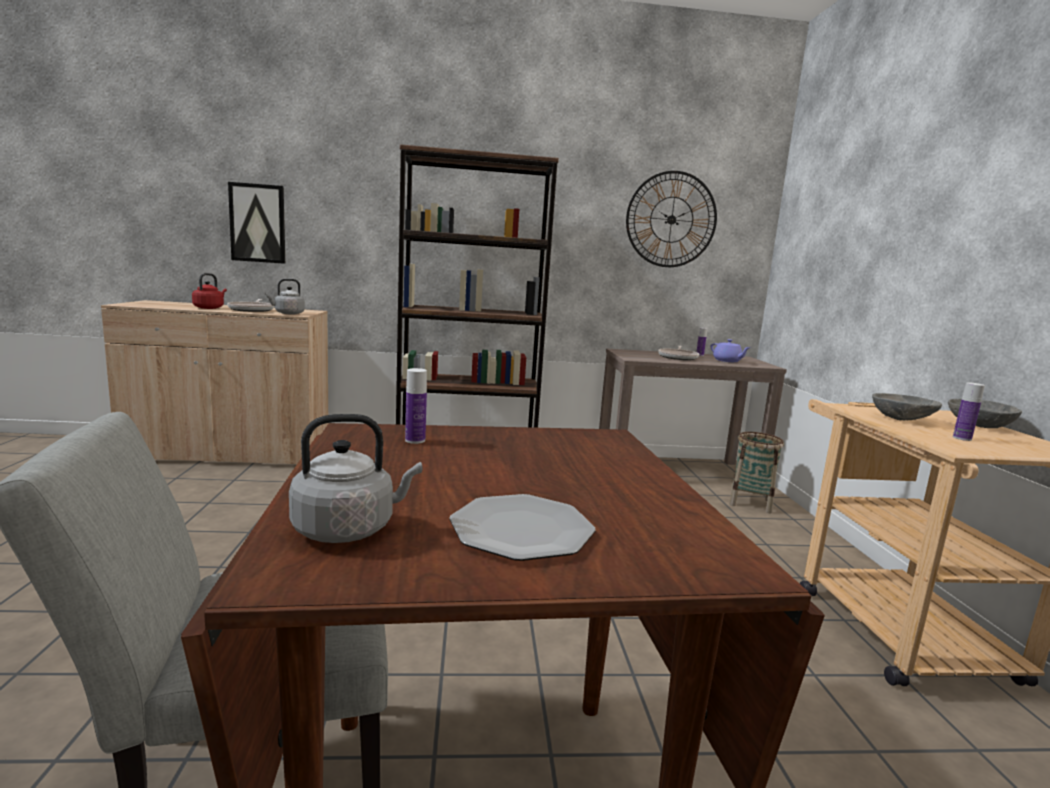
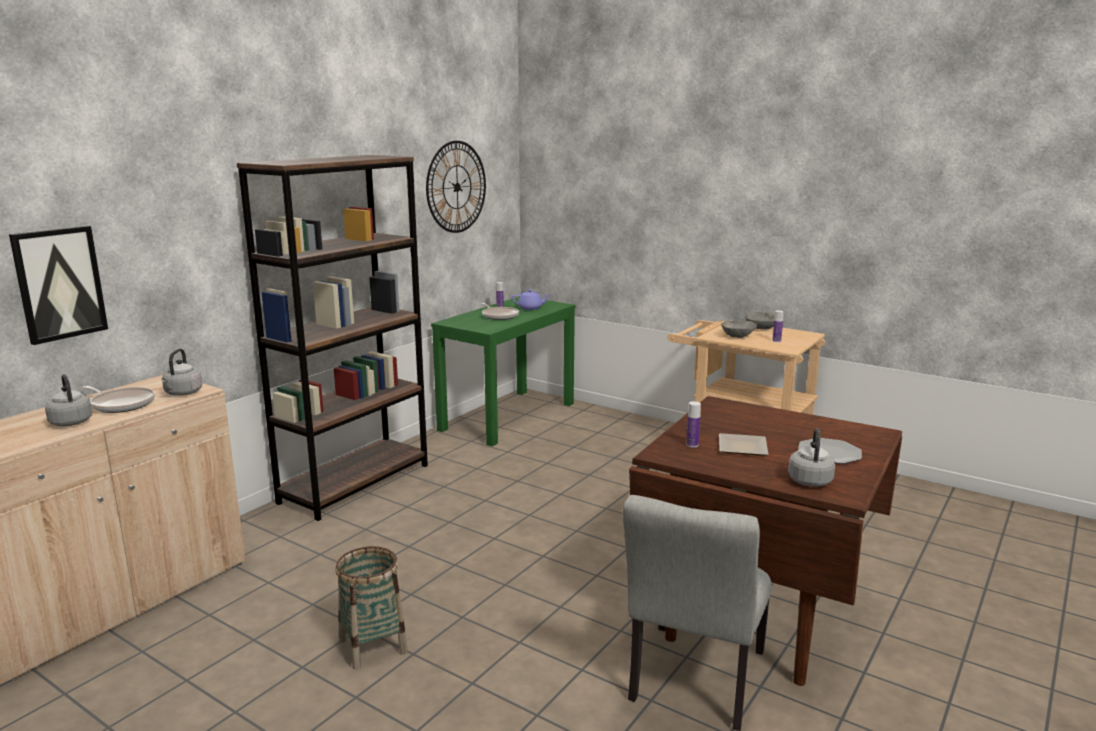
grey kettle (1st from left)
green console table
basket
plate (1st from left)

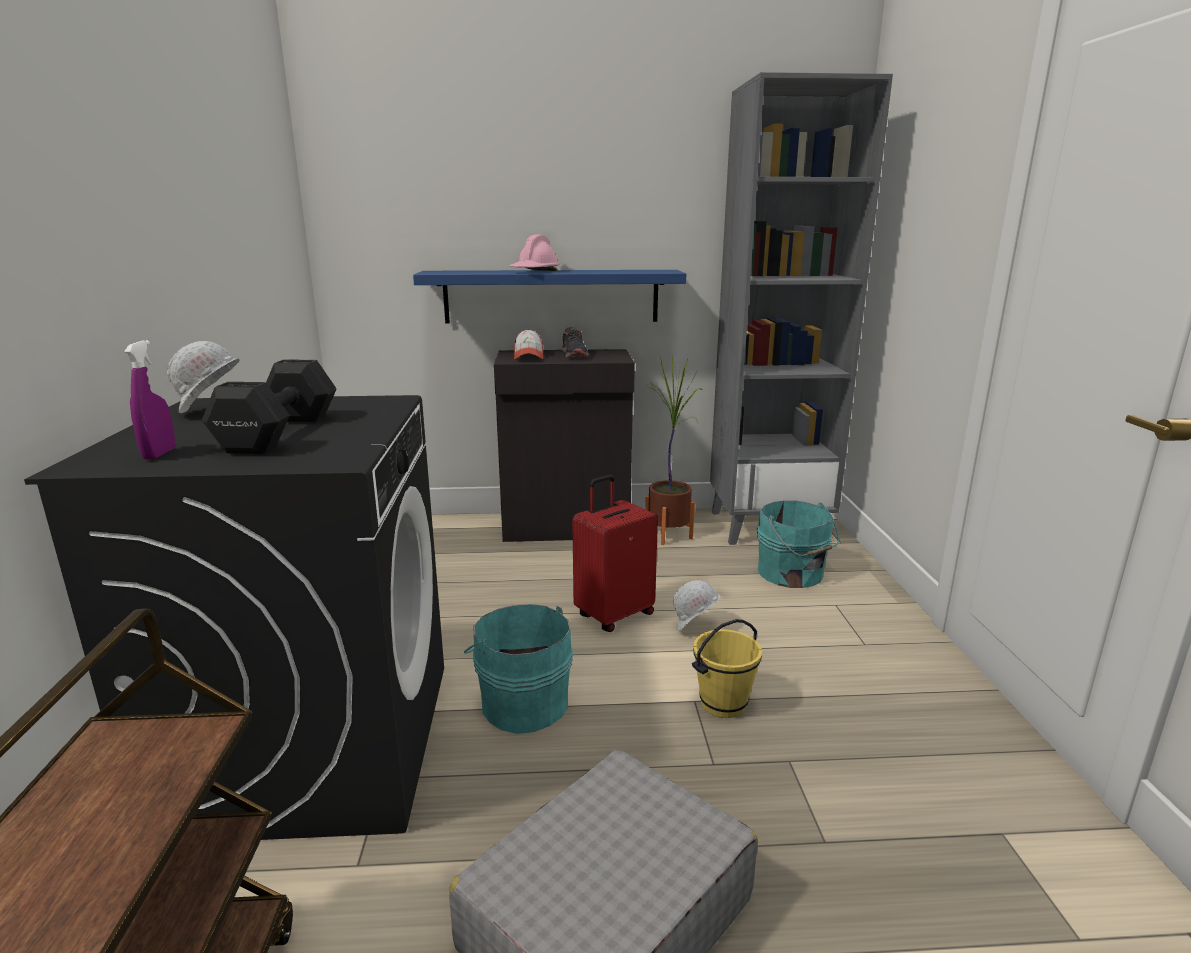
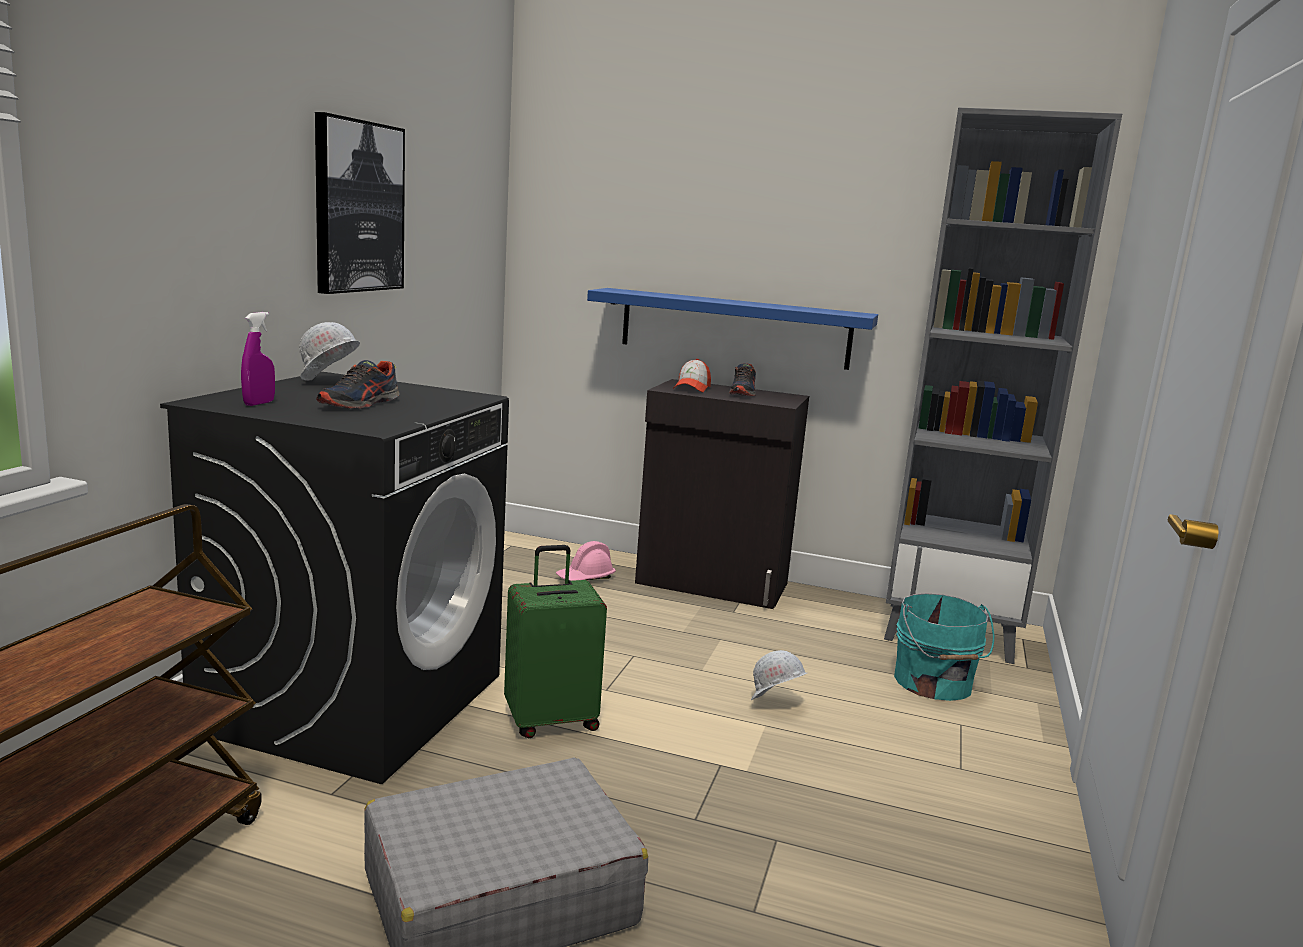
pink hard hat
potted plant
shoe (1st from left)
red suitcase
green suitcase
yellow bucket
picture

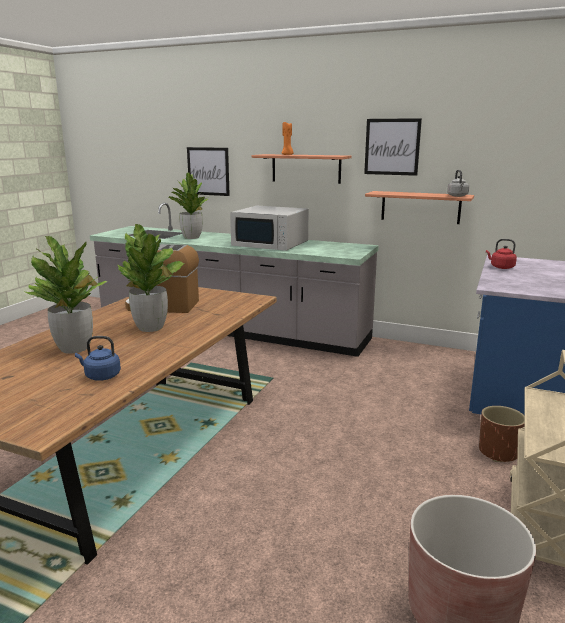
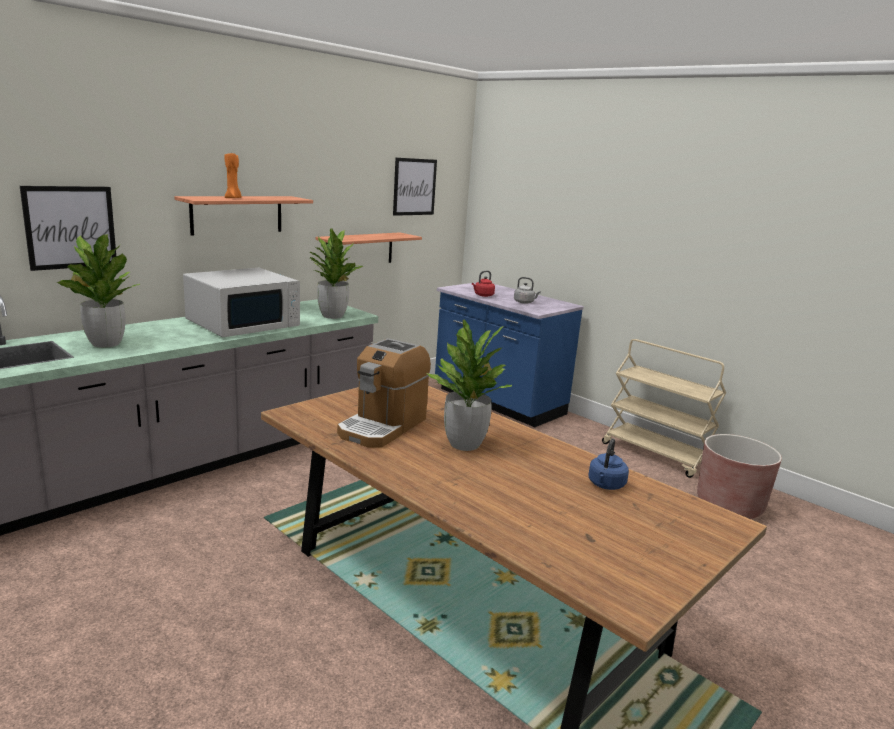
picture (2nd from left)
grey kettle
potted plant (2nd from left)
brown planter (2nd from left in the first image)

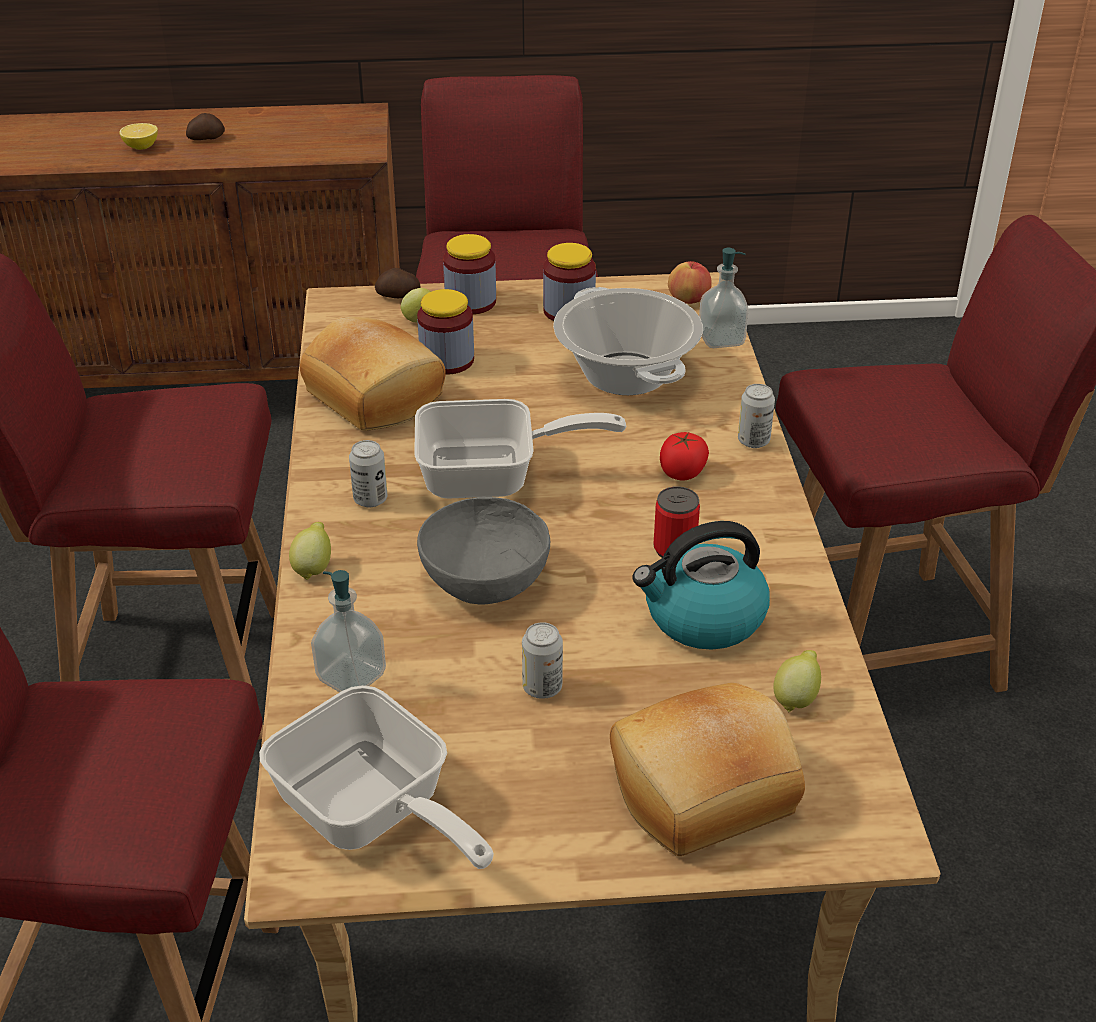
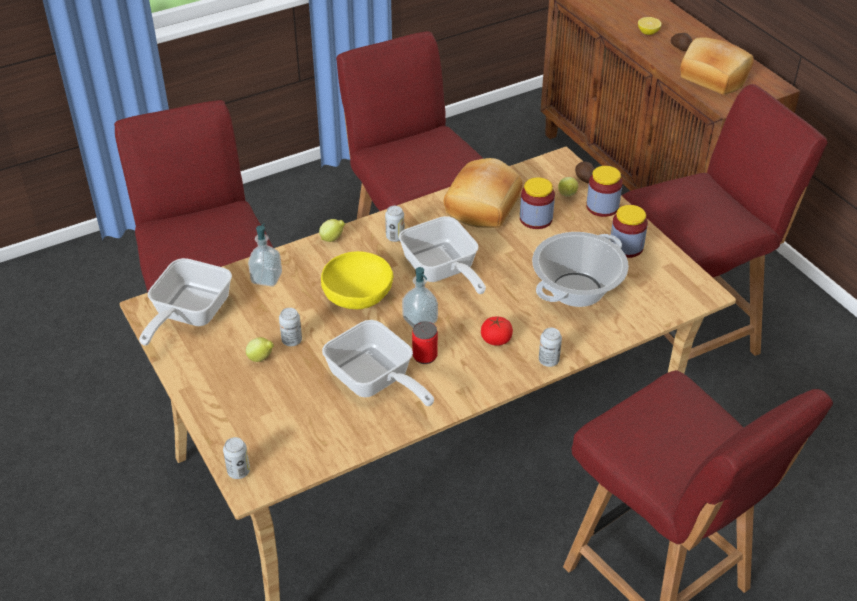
soap dispenser (2nd from left)
apple
yellow bowl
frying pan (2nd from left)
lemon (1st from left)
bread (2nd from left)
can (1st from left)

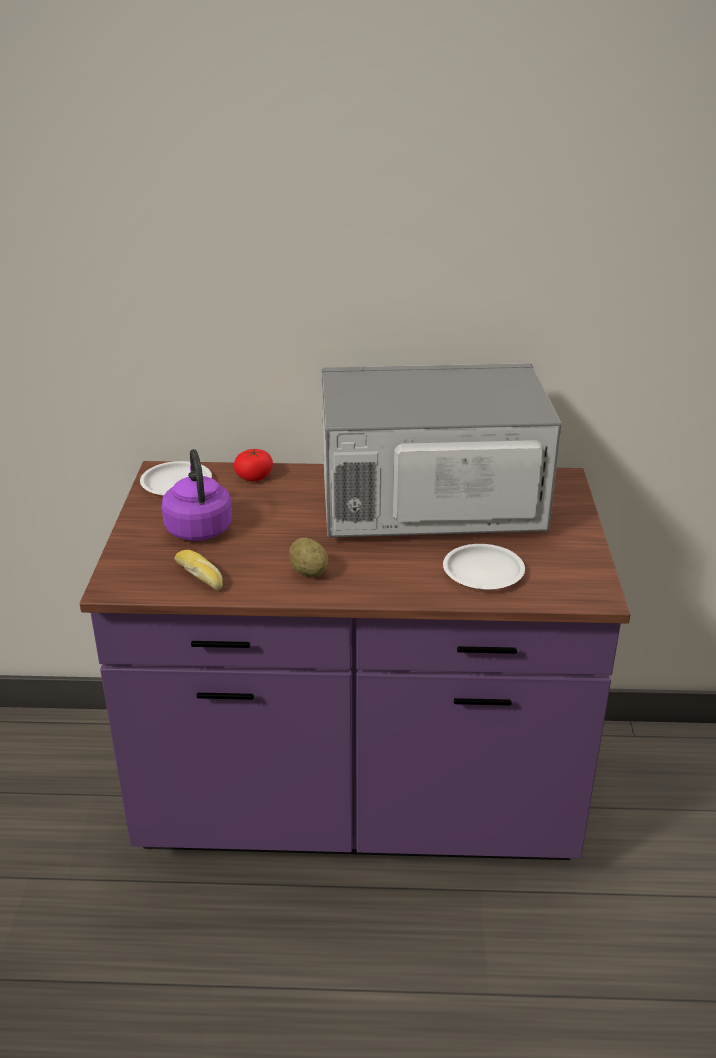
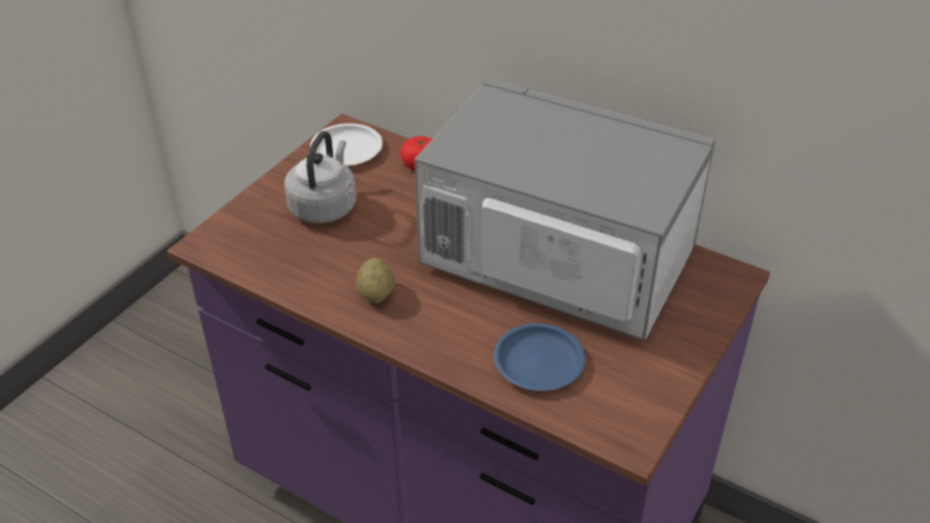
grey kettle
blue plate
bread

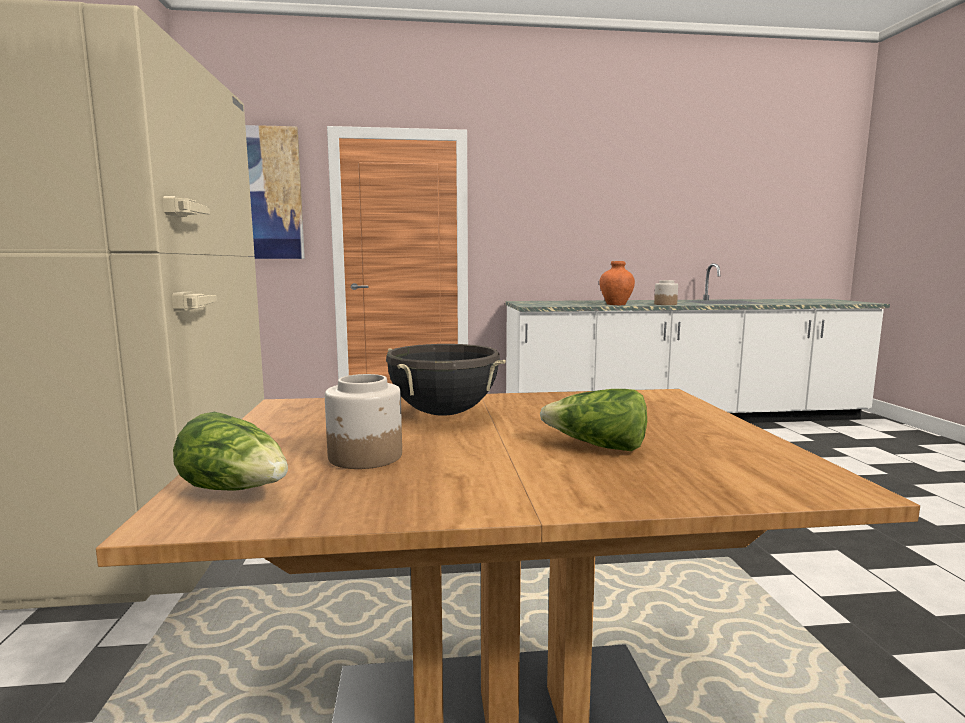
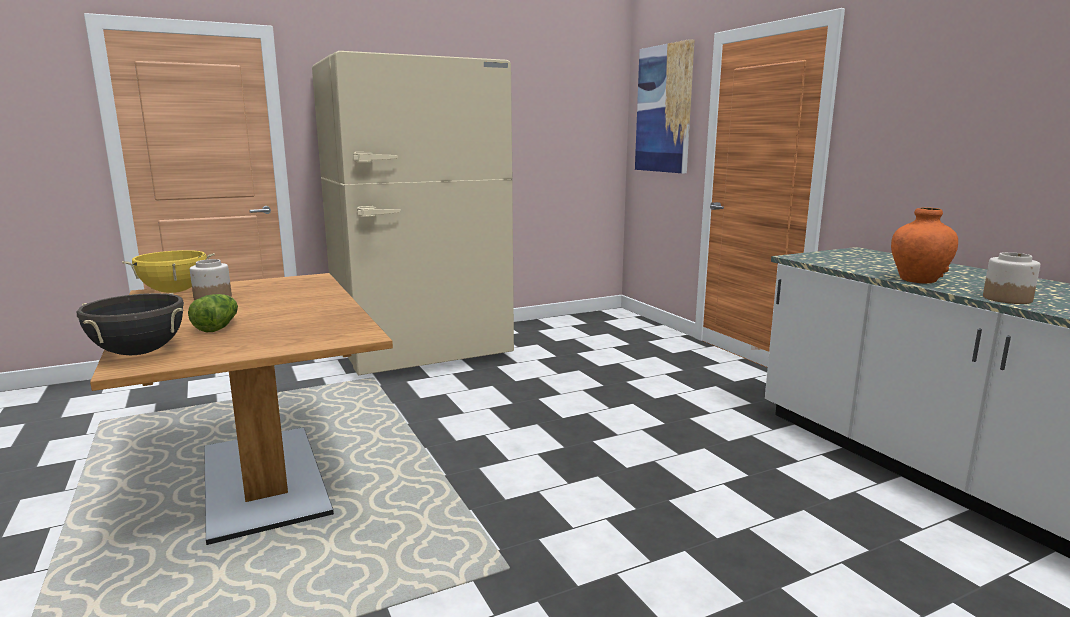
black cooking pot
yellow cooking pot

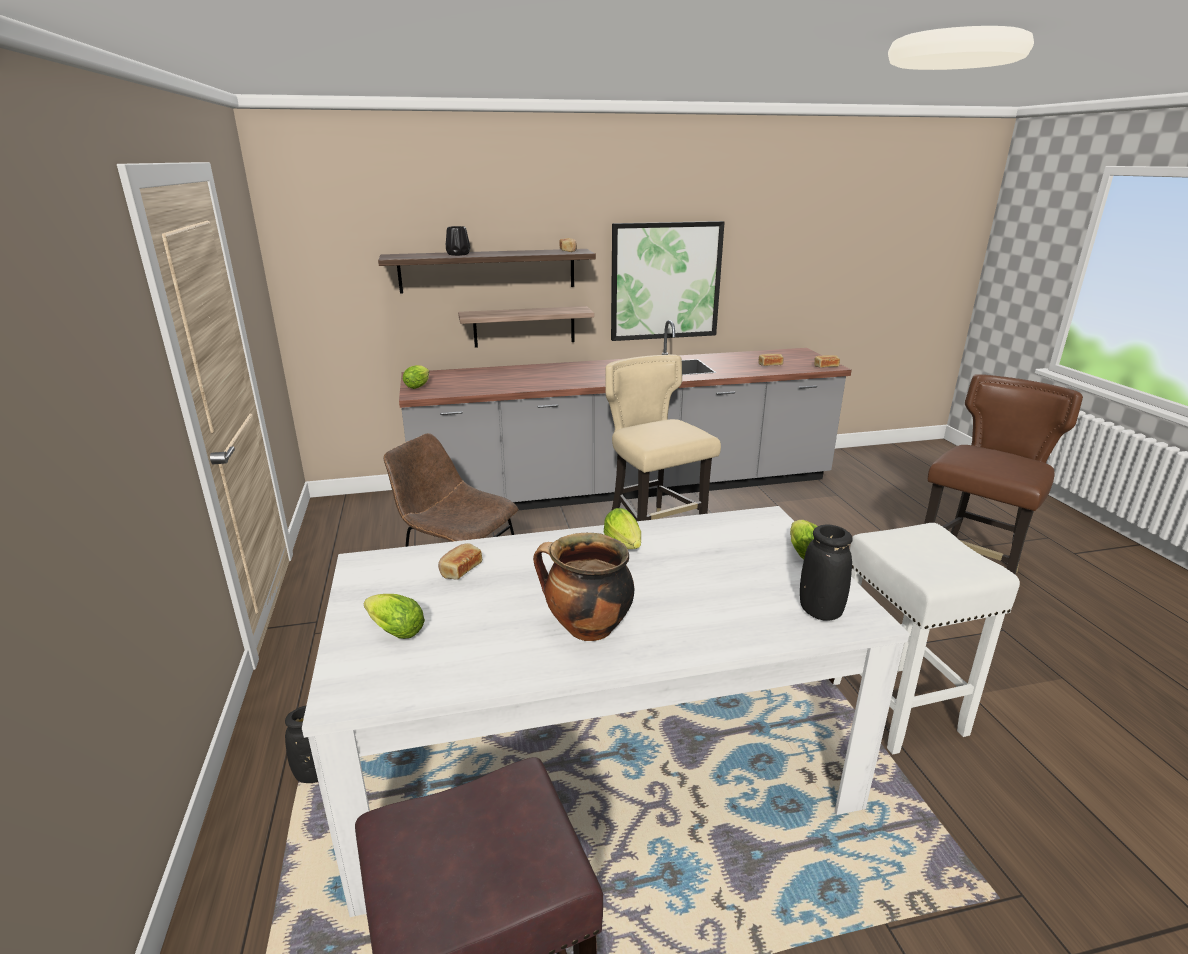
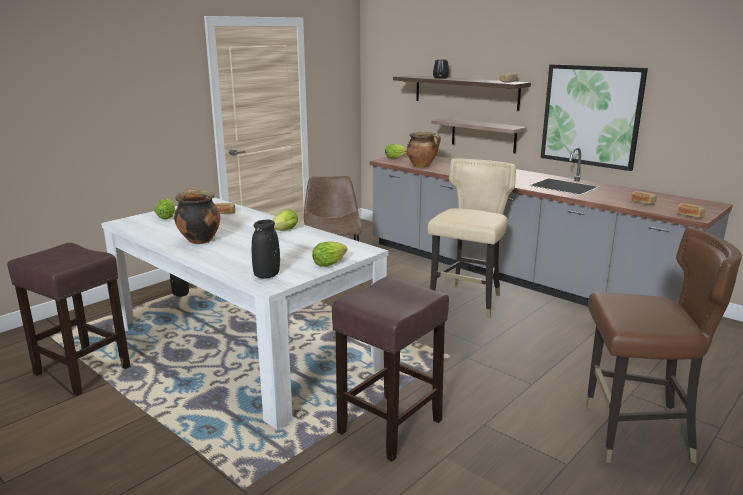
brown stool (2nd from left)
cooking pot (2nd from left)

